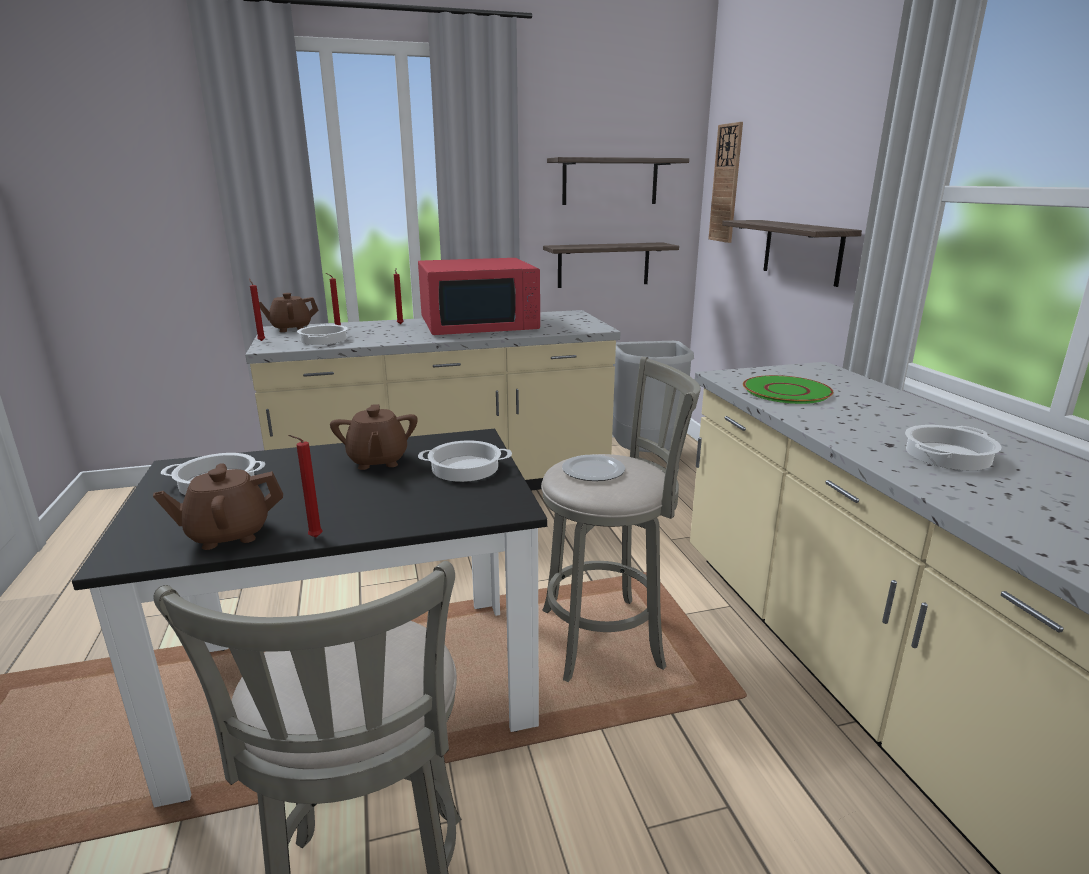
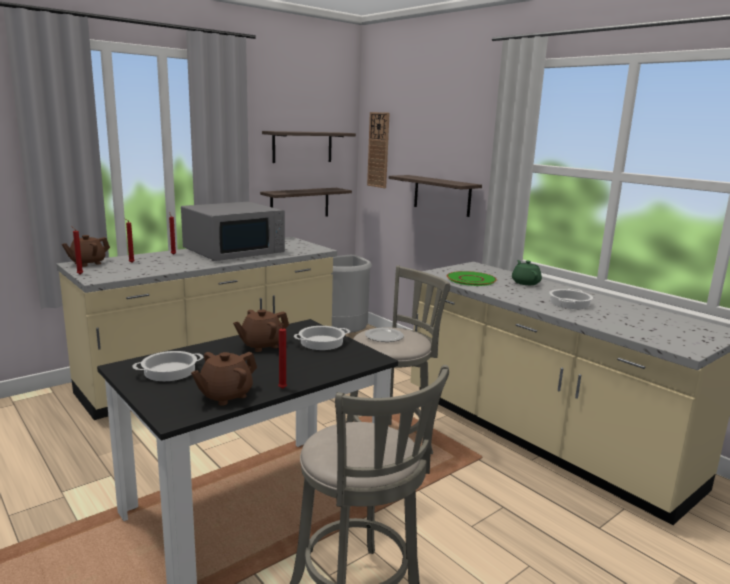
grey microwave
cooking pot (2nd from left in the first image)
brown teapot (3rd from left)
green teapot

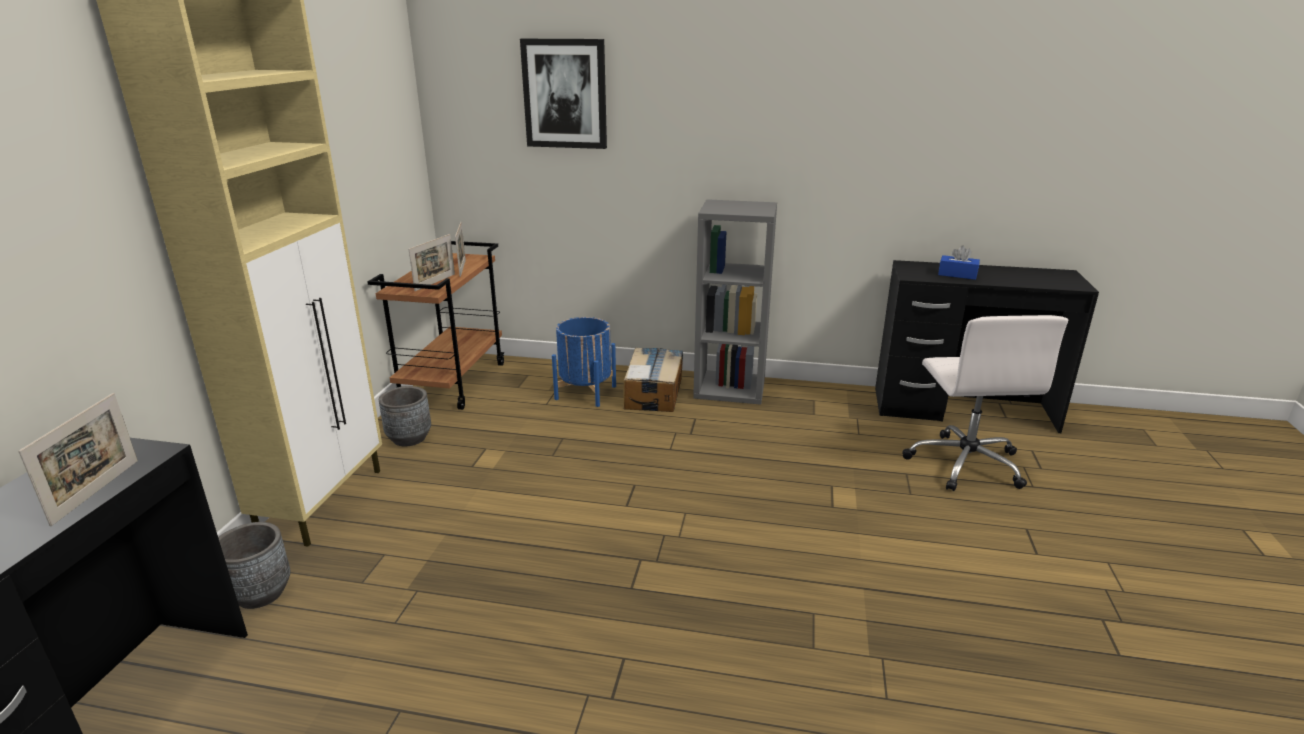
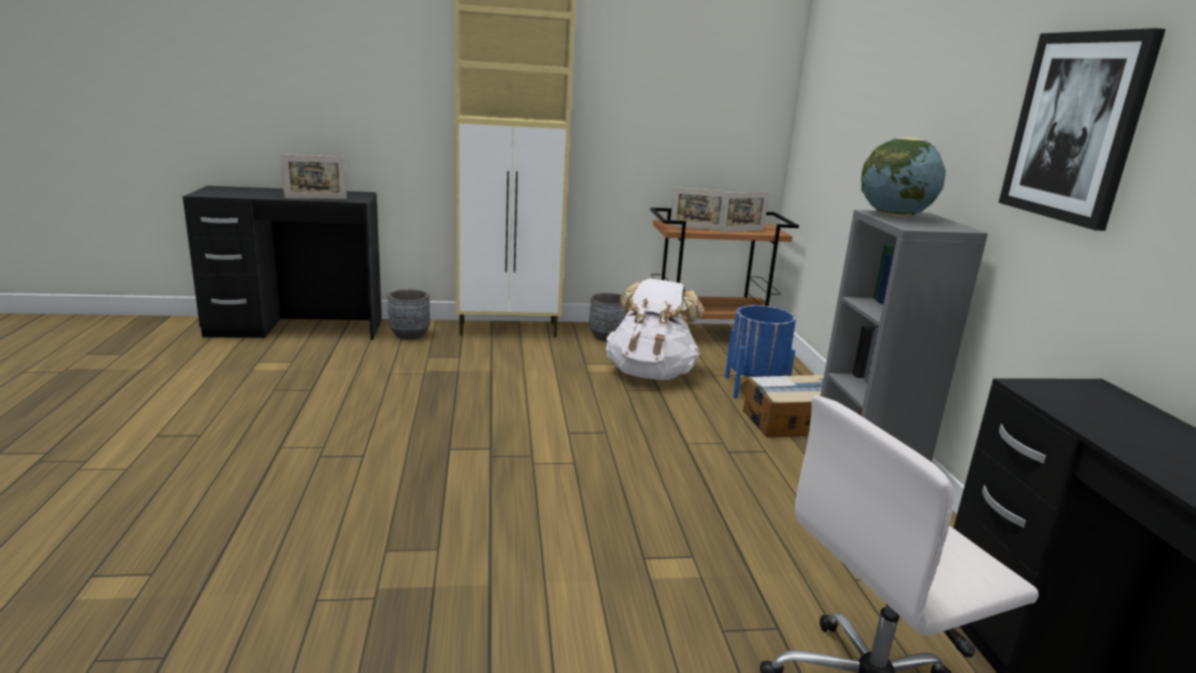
picture
blue tissue box
globe
white backpack

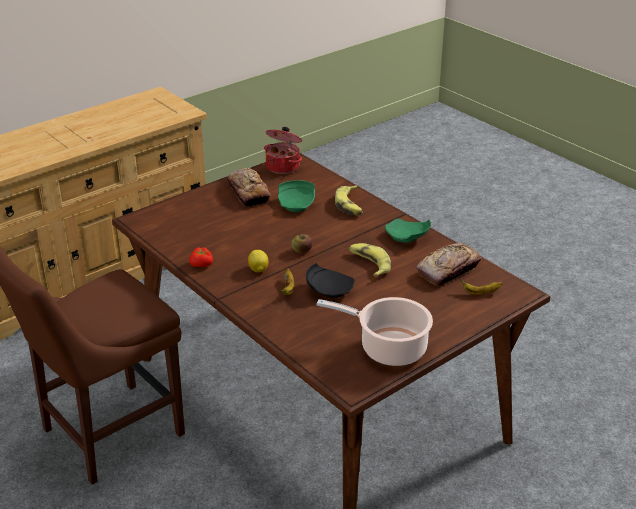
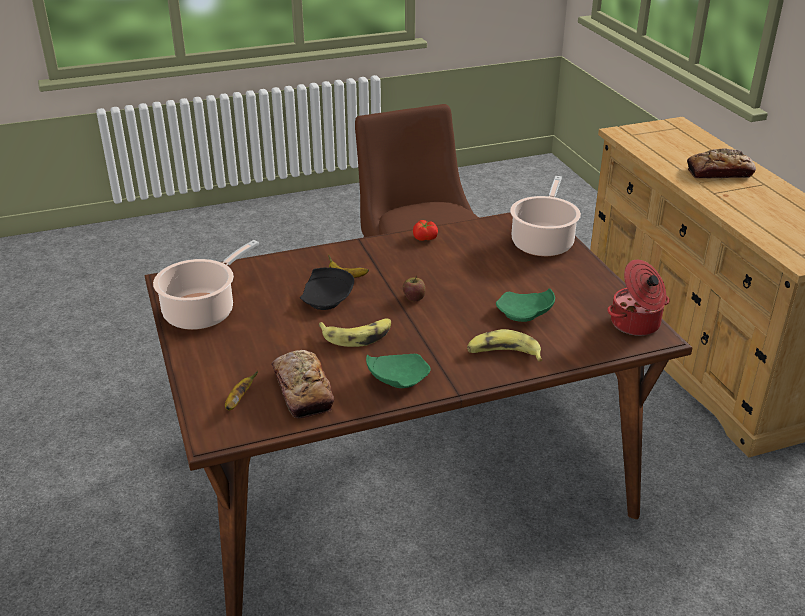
bread (2nd from left)
lemon
cooking pot (2nd from left)

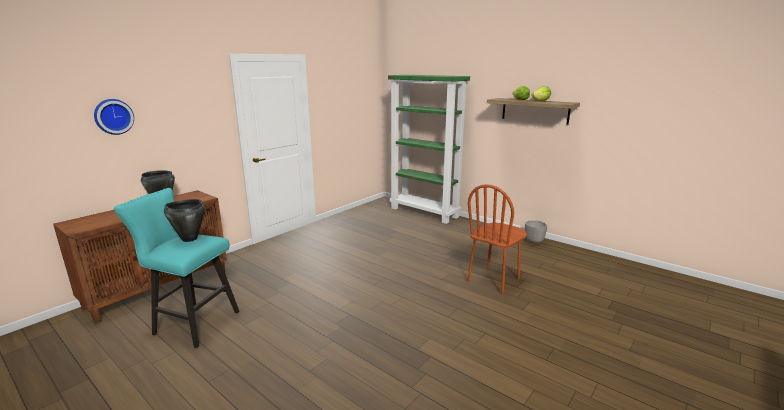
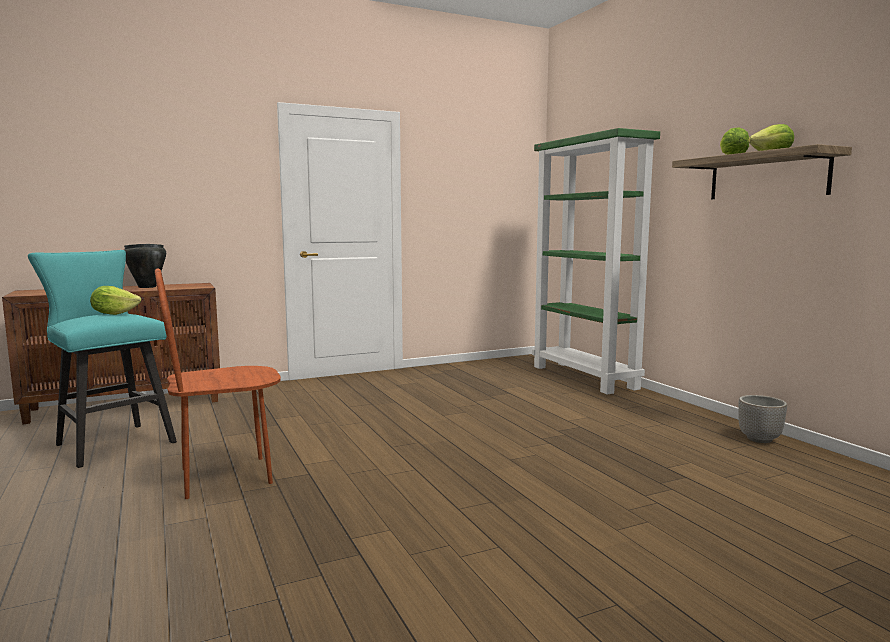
wall clock
brown chair
lettuce (1st from left)

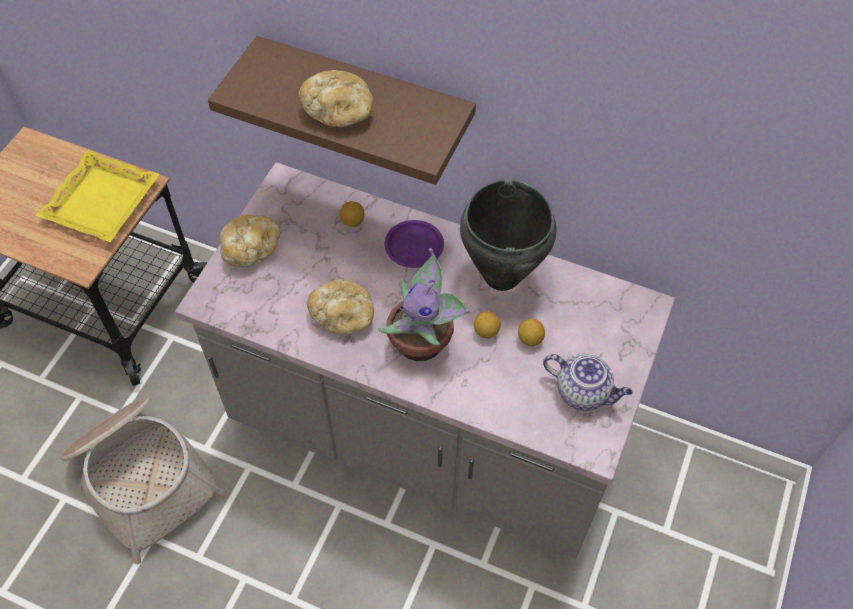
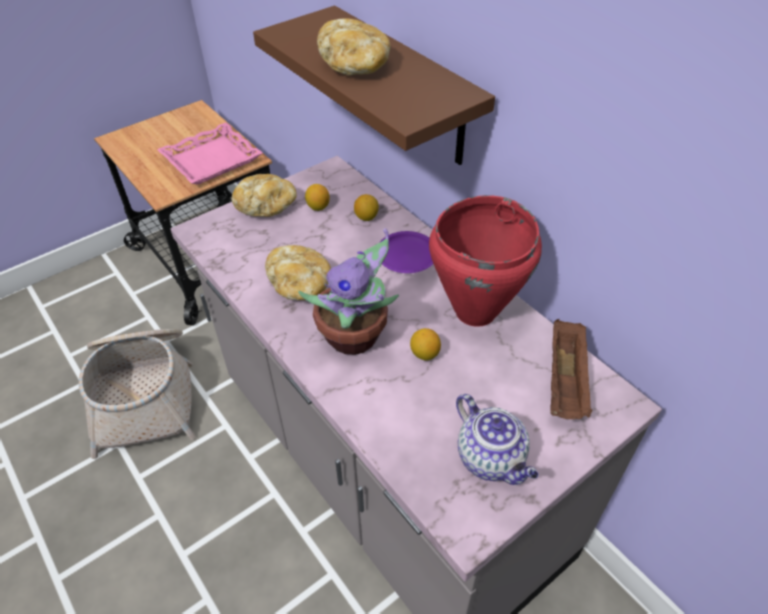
pink tray
red cooking pot
lemon (1st from left)
brown tray

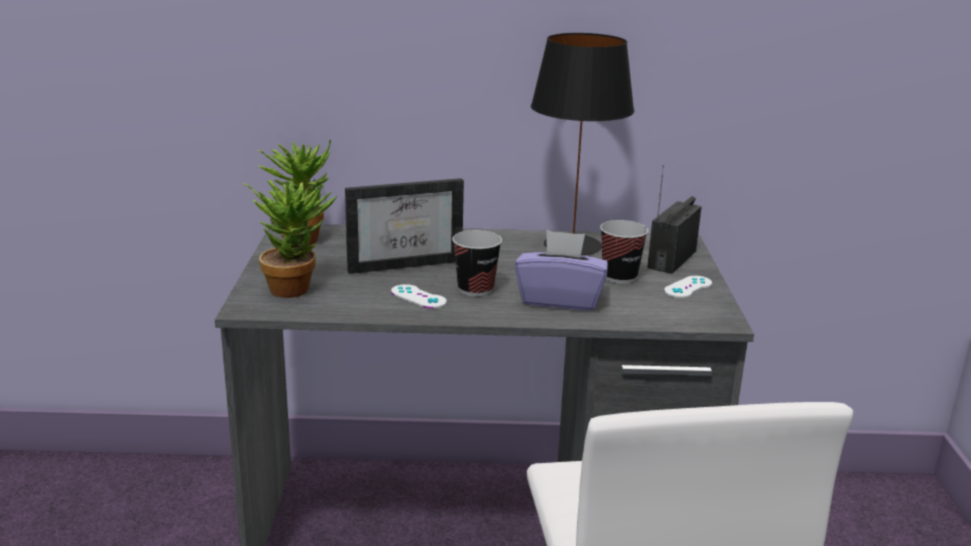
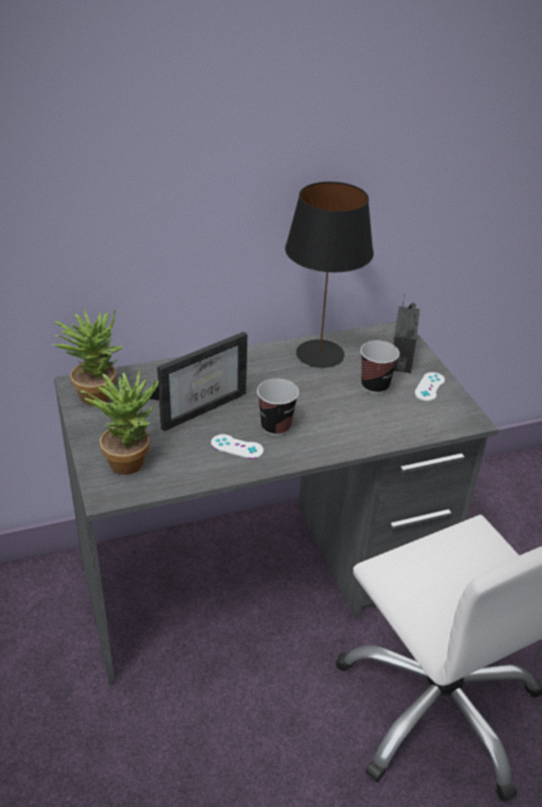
purple tissue box

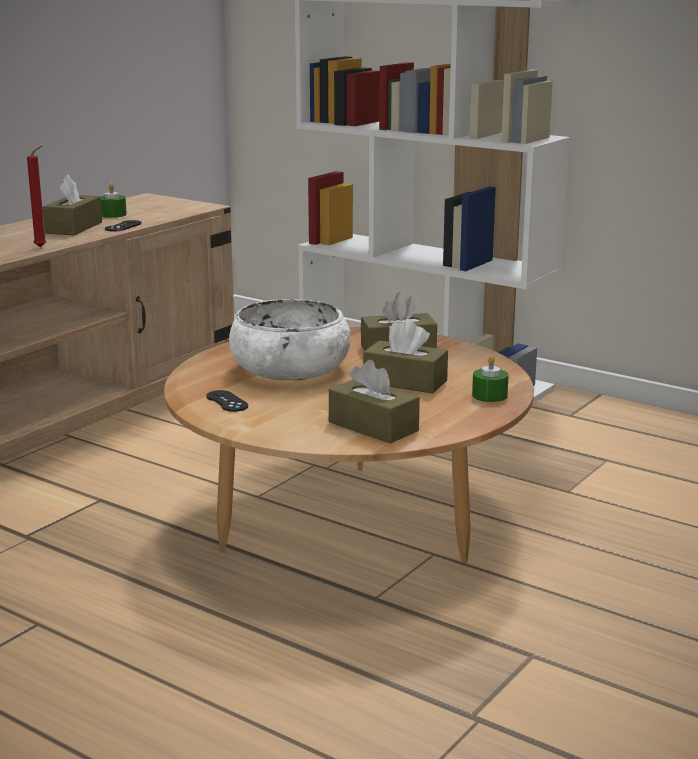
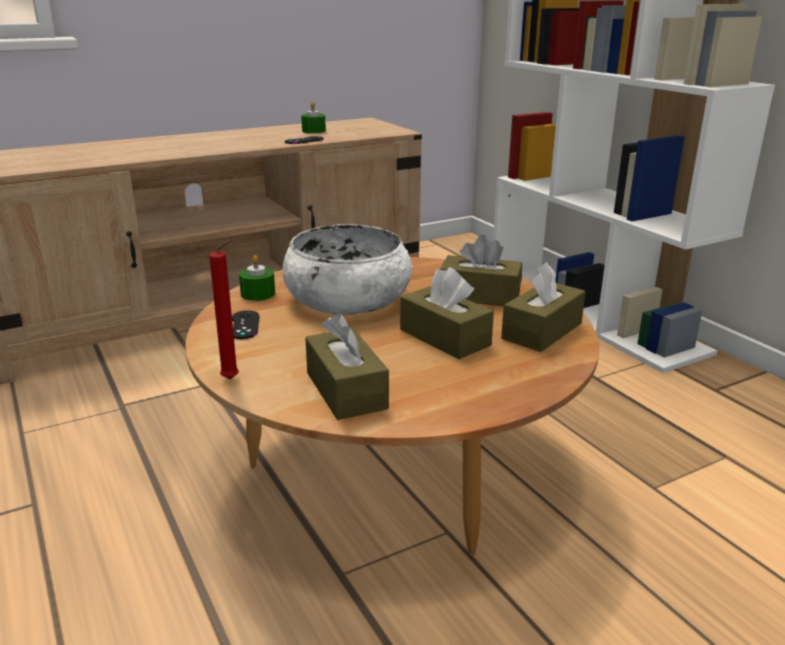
red candle
brown tissue box (4th from left)
green candle (1st from left)

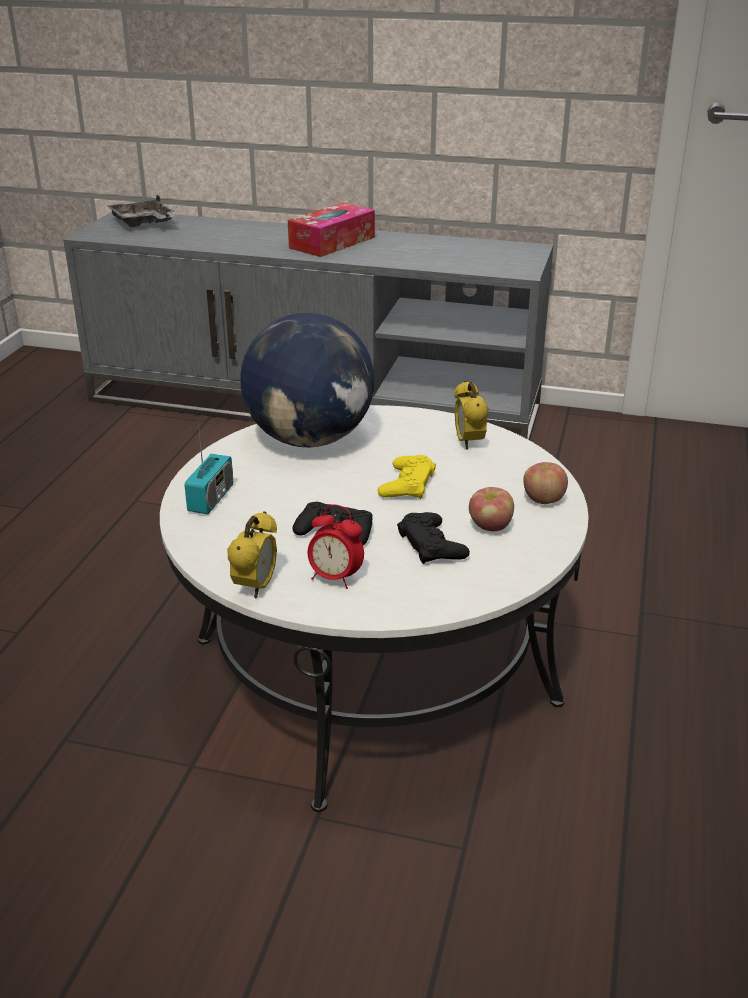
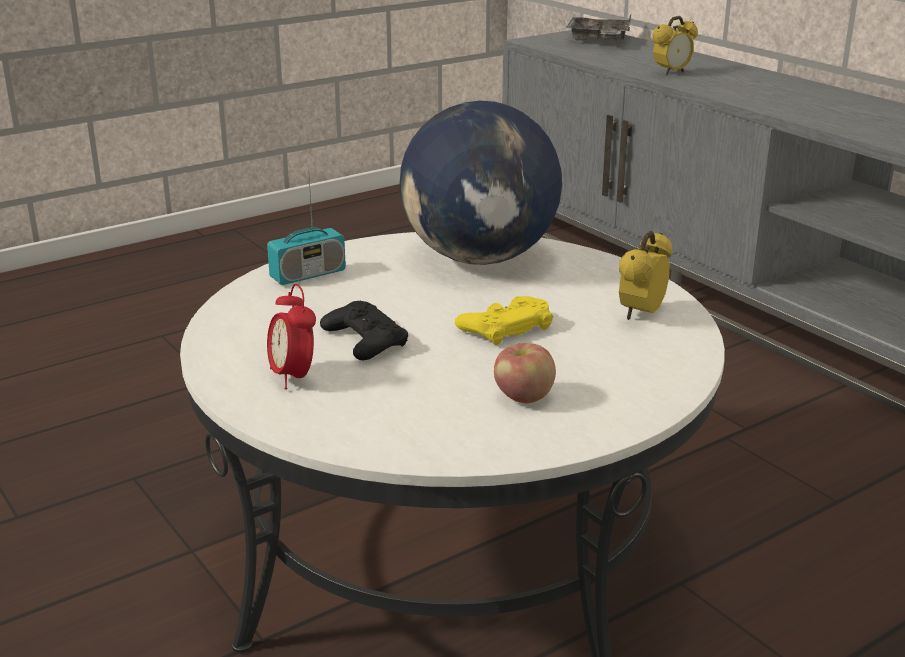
tissue box
apple (2nd from left in the first image)
alarm clock (3rd from left)
black game controller (2nd from left in the first image)

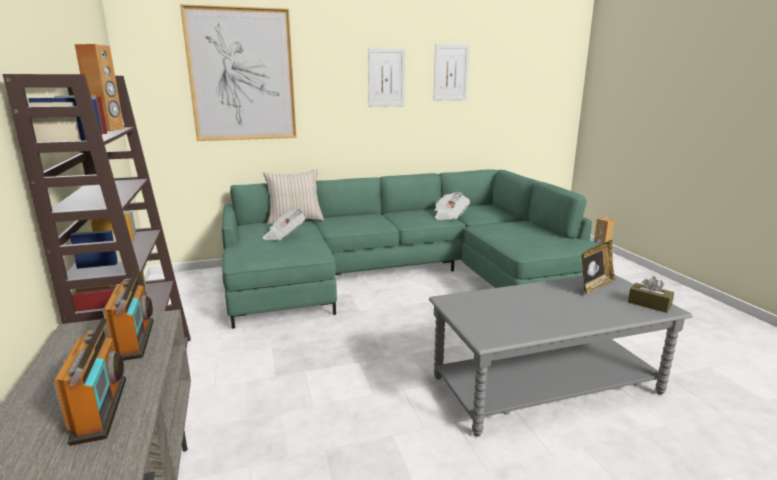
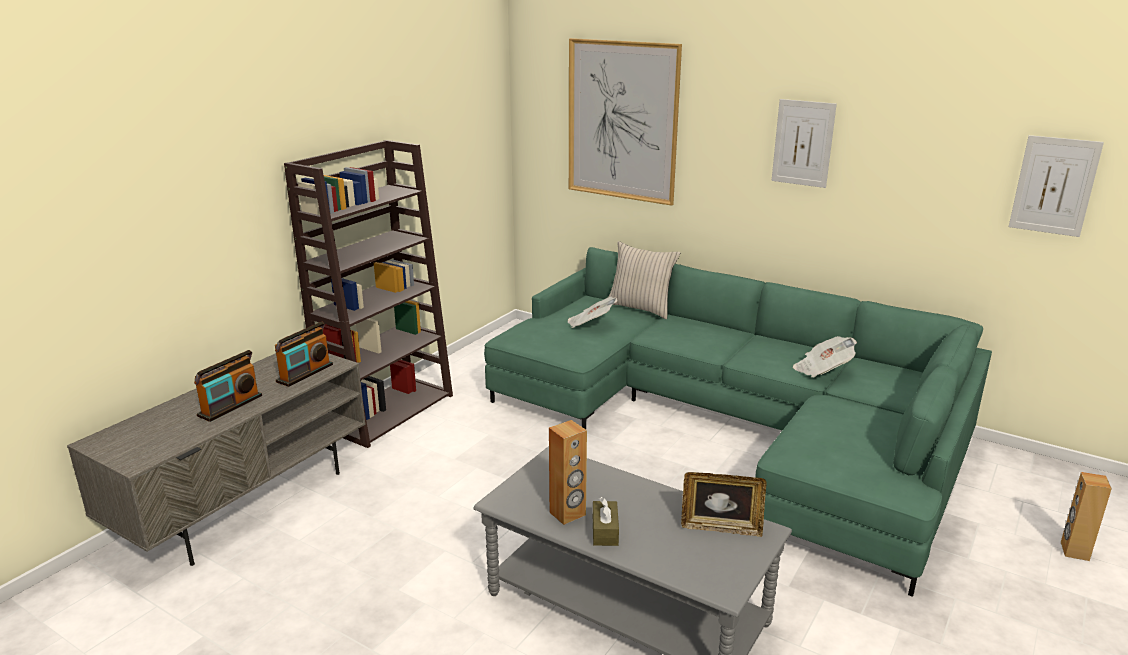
brown speaker (1st from left)
picture (3rd from left)
brown tissue box

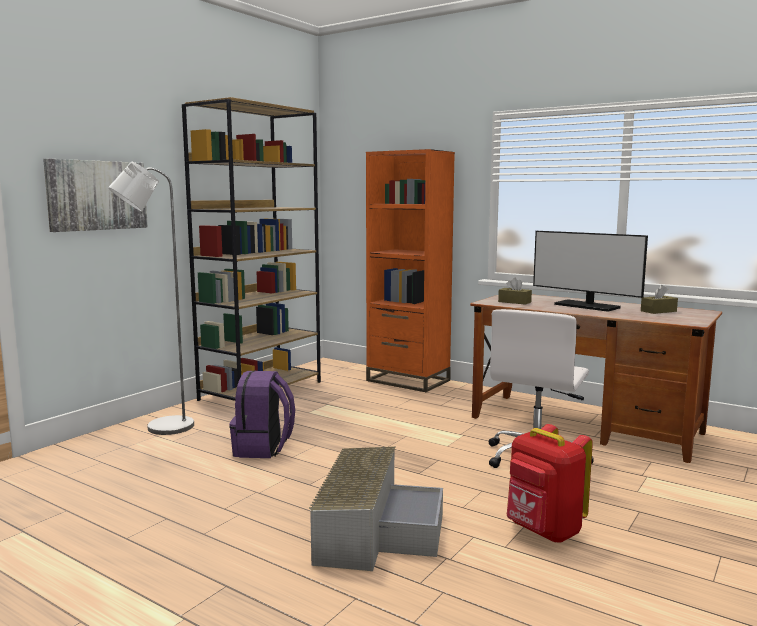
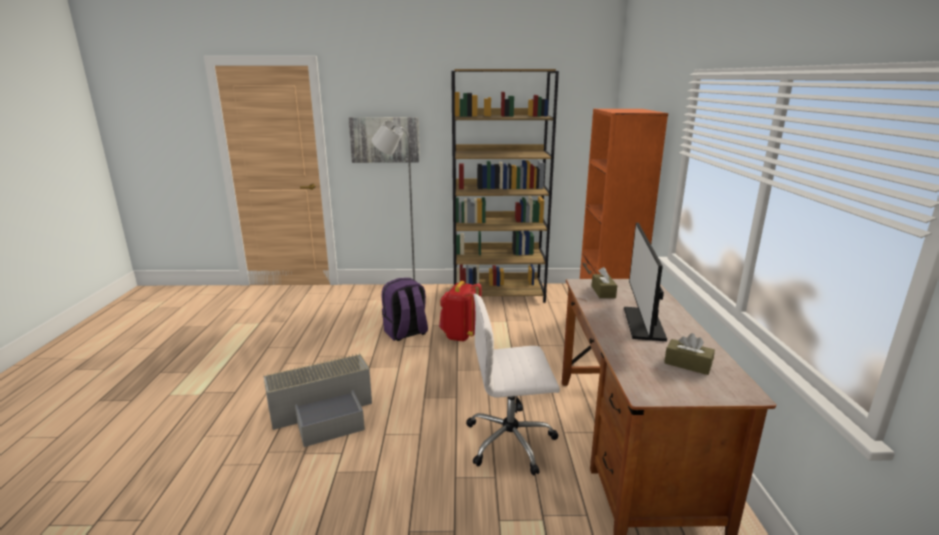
red backpack

